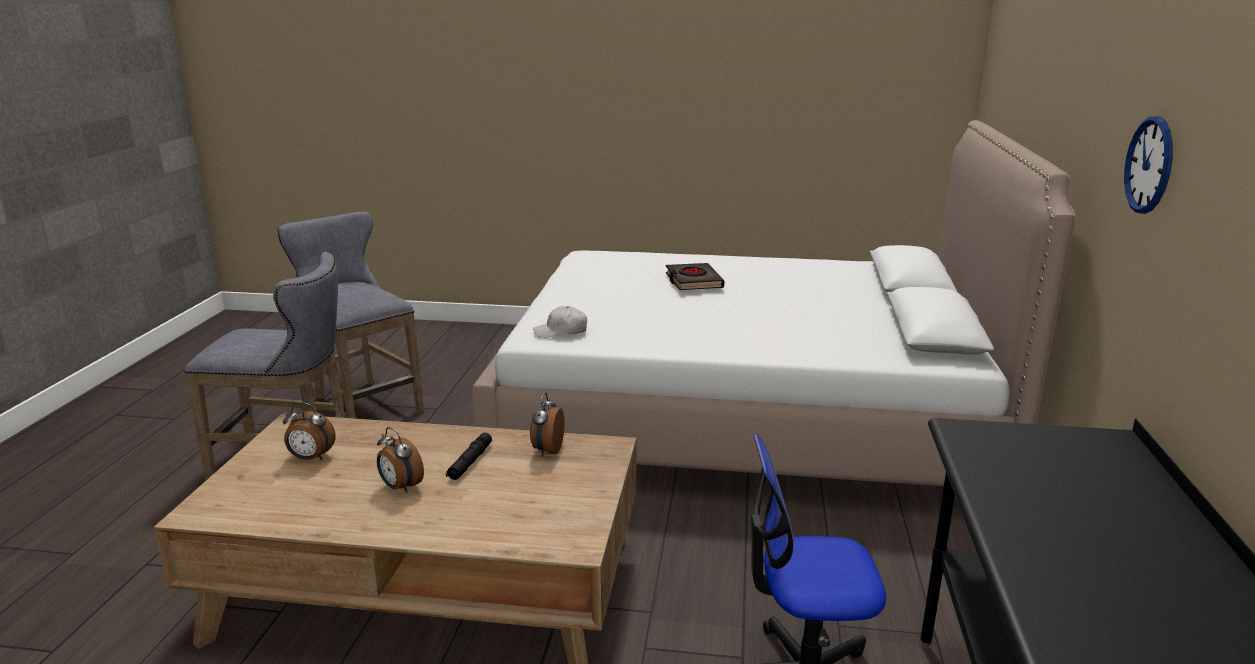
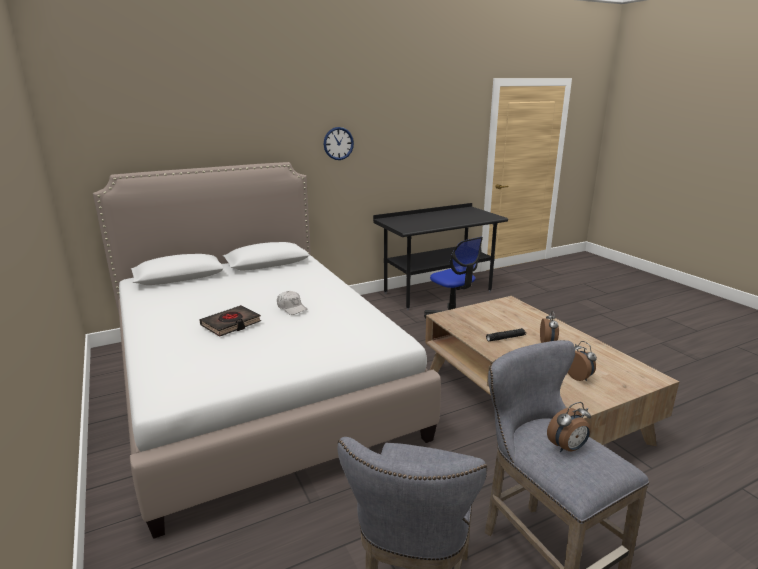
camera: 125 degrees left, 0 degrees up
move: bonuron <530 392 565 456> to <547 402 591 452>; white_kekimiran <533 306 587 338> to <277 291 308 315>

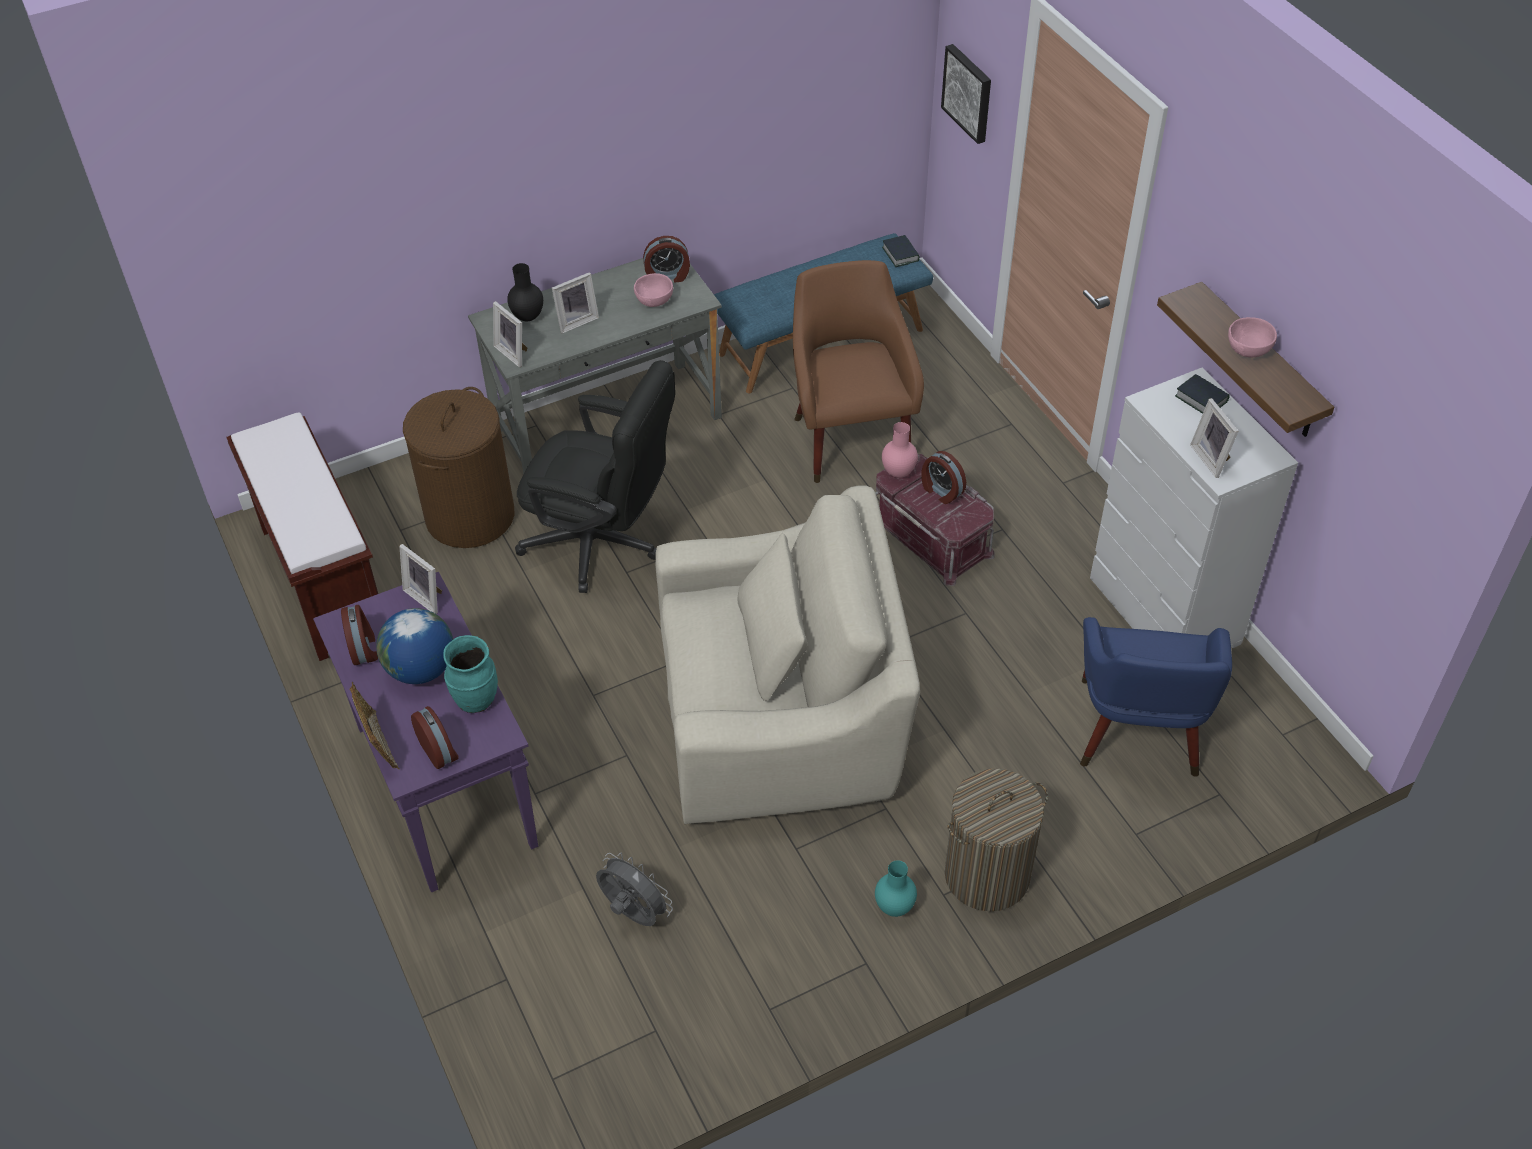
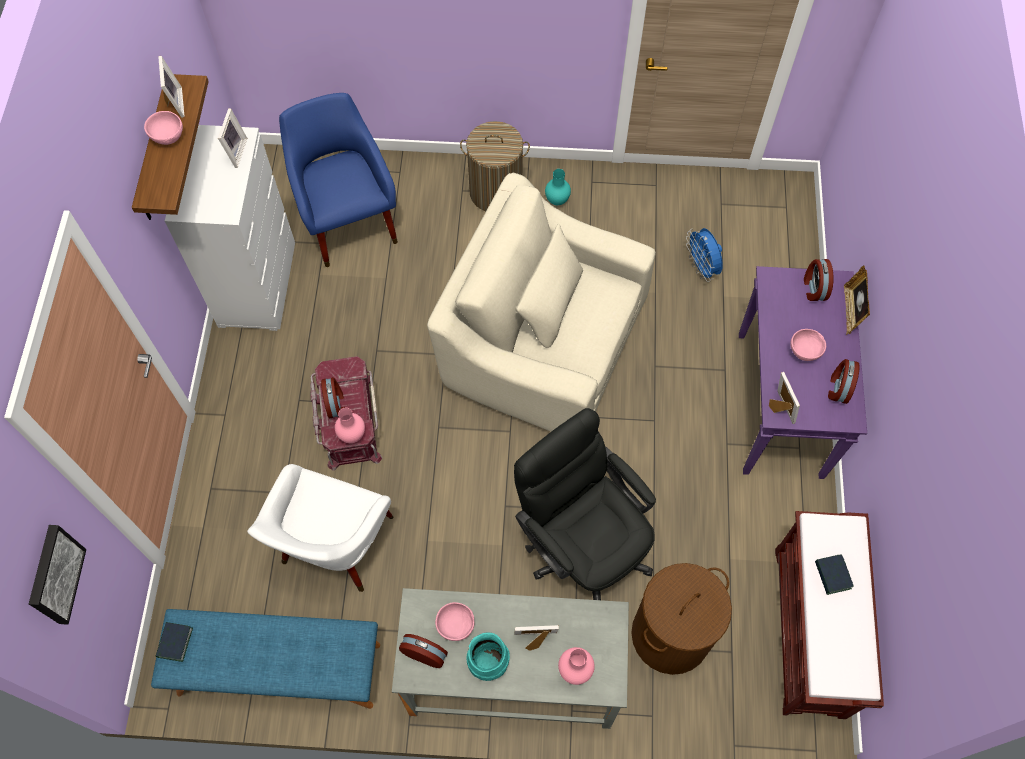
camera: 150 degrees left, 15 degrees up
move: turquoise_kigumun <443 635 498 713> to <467 633 510 681>; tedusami <493 301 527 367> to <158 56 184 118>; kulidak <1175 374 1230 414> to <815 554 854 595>
replace: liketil <376 608 453 684> to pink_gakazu <790 329 826 361>
recolor: black_kigumun <507 263 543 322> to pink_kigumun <558 647 595 685>; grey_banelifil <596 852 673 926> to blue_banelifil <686 228 723 282>; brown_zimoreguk <793 260 924 483> to white_zimoreguk <247 464 394 592>
rotate: blue_zimoreguk <1080 617 1232 777> = <279 93 398 267> 60 degrees counterclockwise

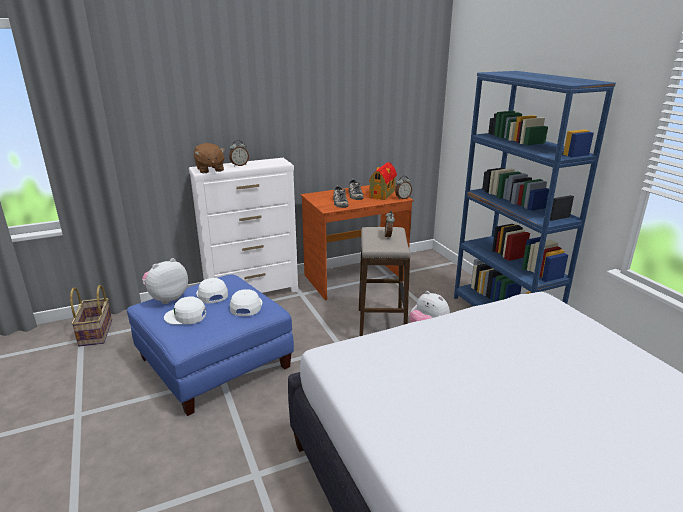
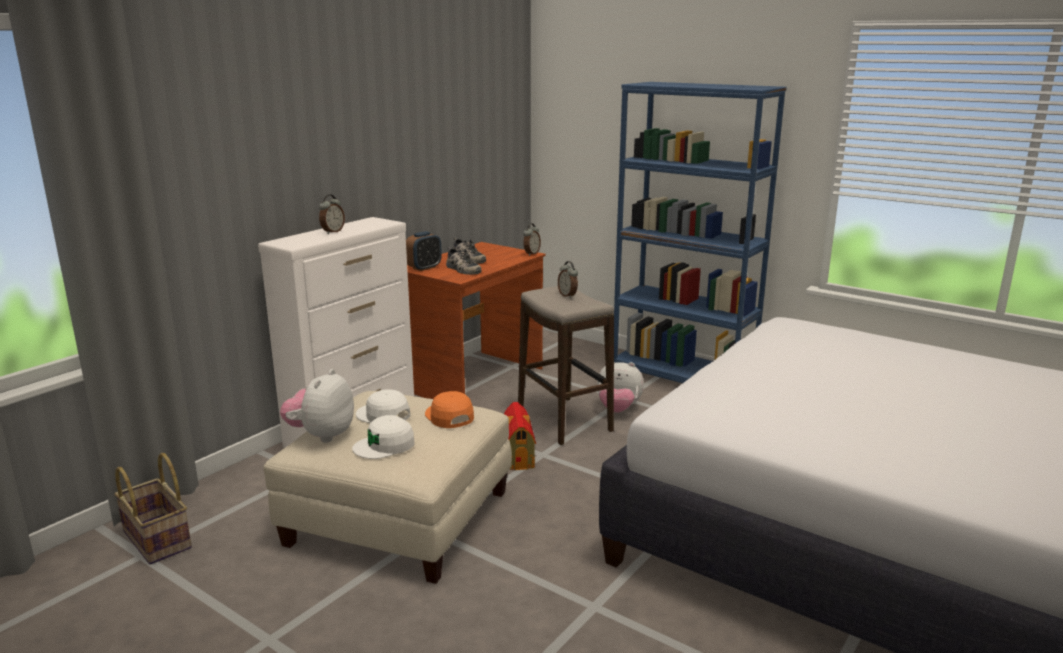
camera: 30 degrees left, 5 degrees down
delete: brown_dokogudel <194 143 225 173>
insert: bonuron <406 231 442 271>
move: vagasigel <369 162 397 200> to <504 402 536 470>
recolor: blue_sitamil <127 275 294 416> to beige_sitamil <263 391 512 584>; white_kekimiran <230 289 262 316> to orange_kekimiran <425 391 474 428>

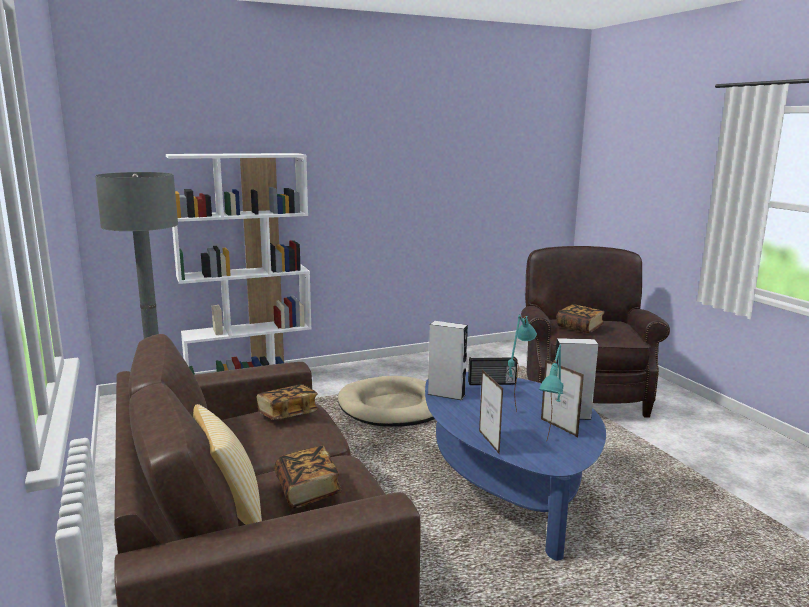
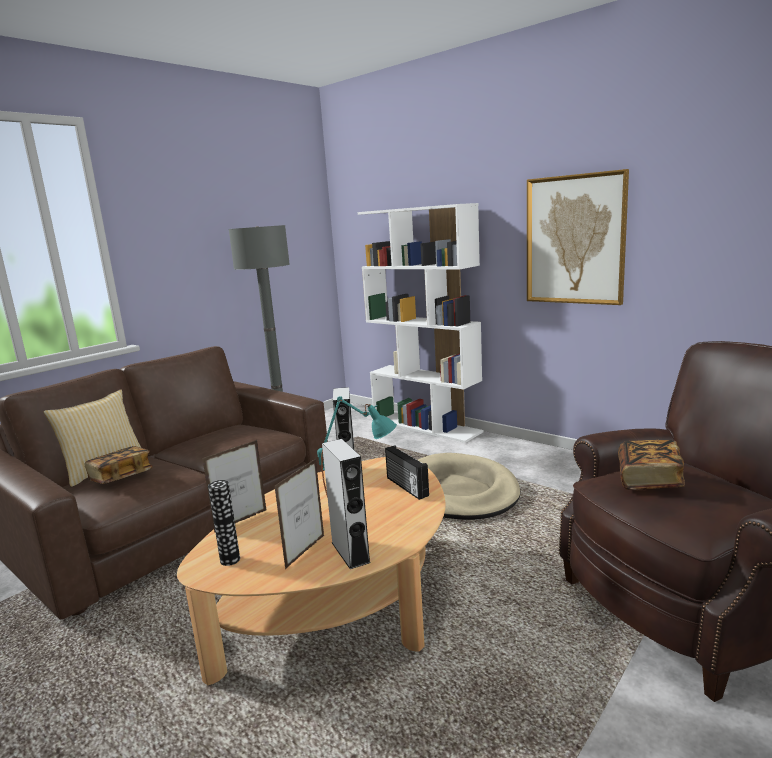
camera: 65 degrees right, 0 degrees up
delete: kulidak <257 384 318 420>
insert: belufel <527 169 629 305>
replace: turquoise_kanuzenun <538 345 564 439> to kigumun <208 480 240 566>
recolor: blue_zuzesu <425 372 606 561> to beige_zuzesu <177 457 446 685>

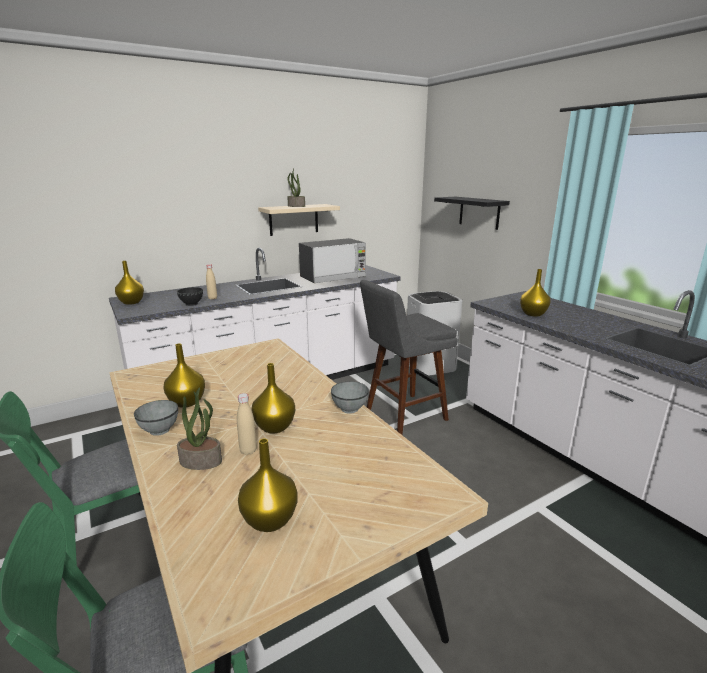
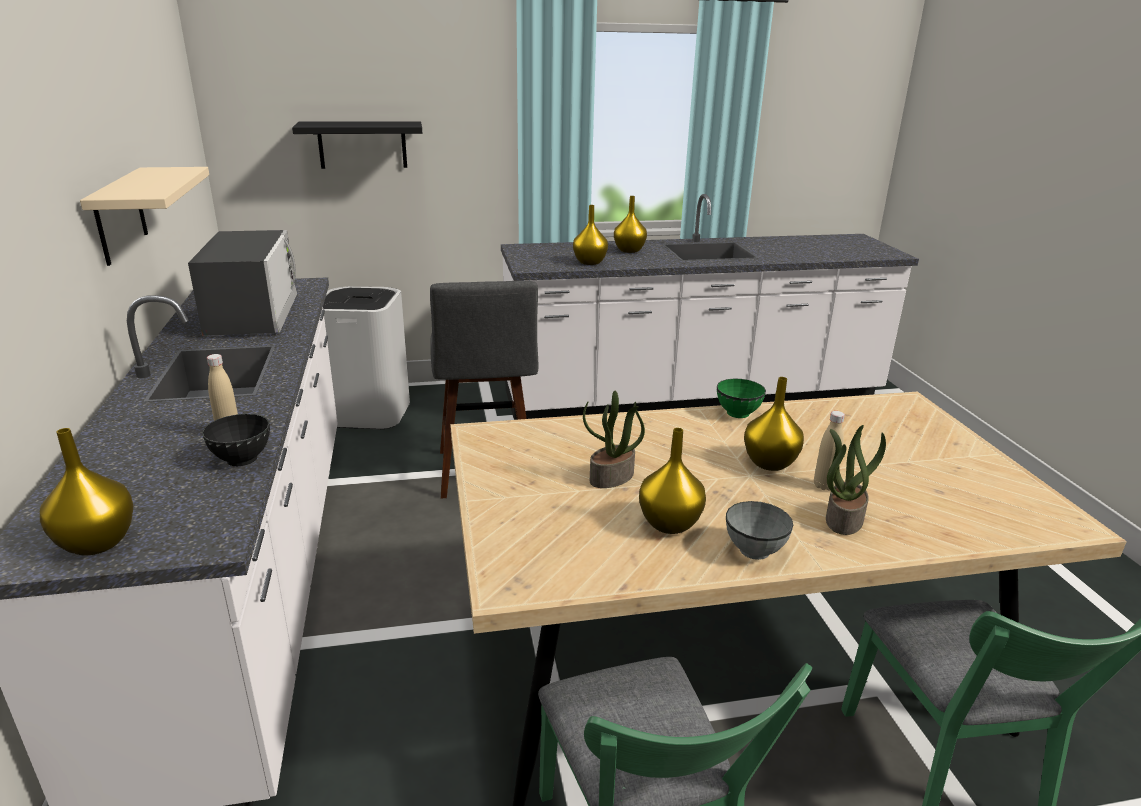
camera: 70 degrees left, 5 degrees up
move: yellow_kigumun <238 438 298 532> to <614 196 647 253>; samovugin <287 169 305 207> to <583 391 645 488>
recolor: grey_gakazu <331 382 369 414> to green_gakazu <717 379 766 418>

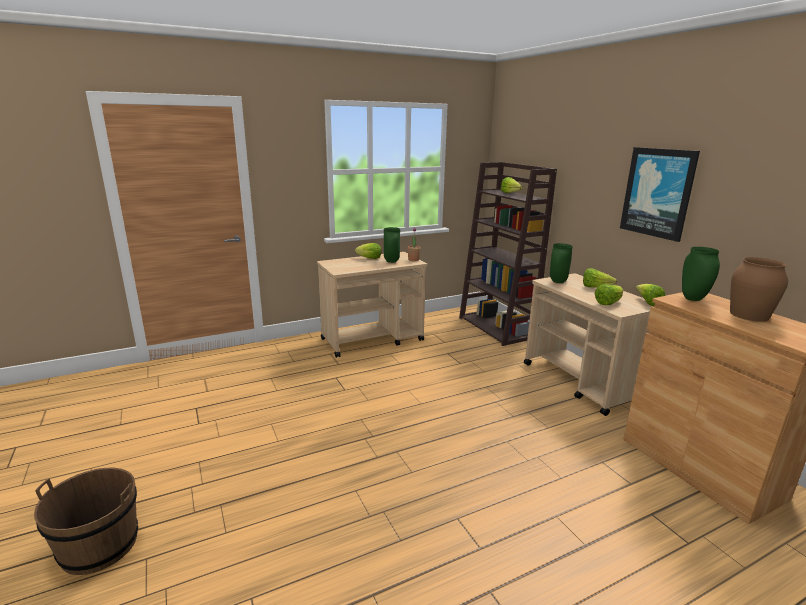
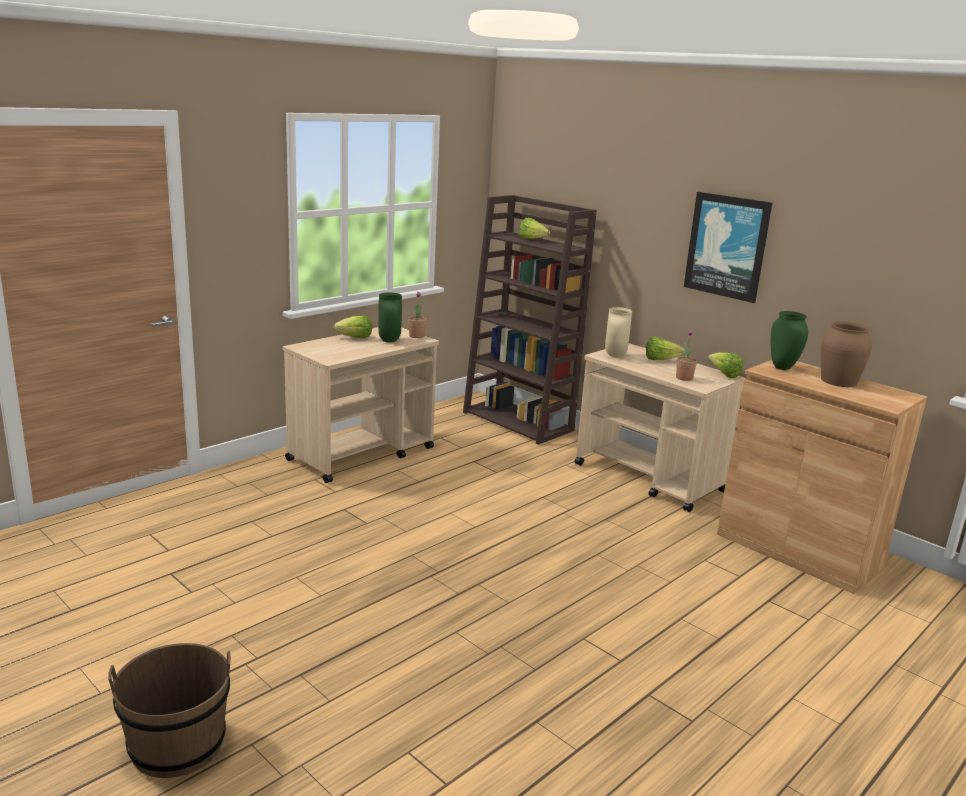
camera: 20 degrees left, 0 degrees up
replace: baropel <594 284 623 305> to samovugin <676 329 697 381>
recolor: green_kigumun <550 243 573 283> to beige_kigumun <605 307 632 357>

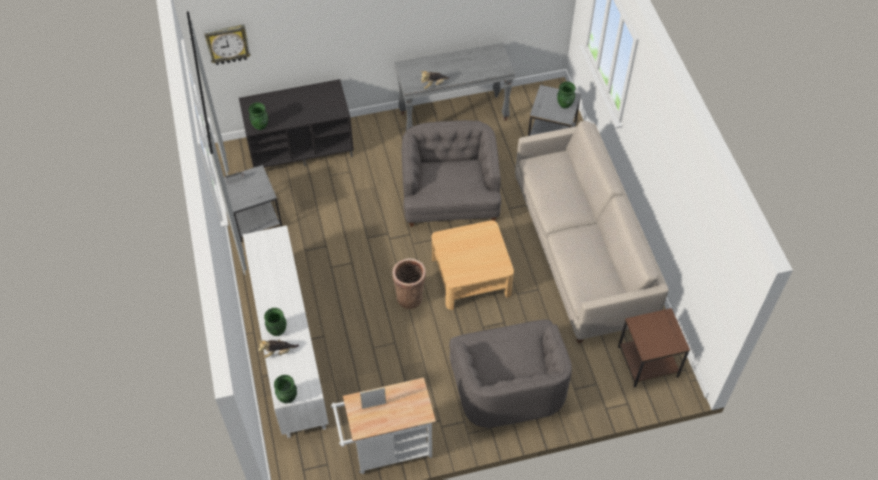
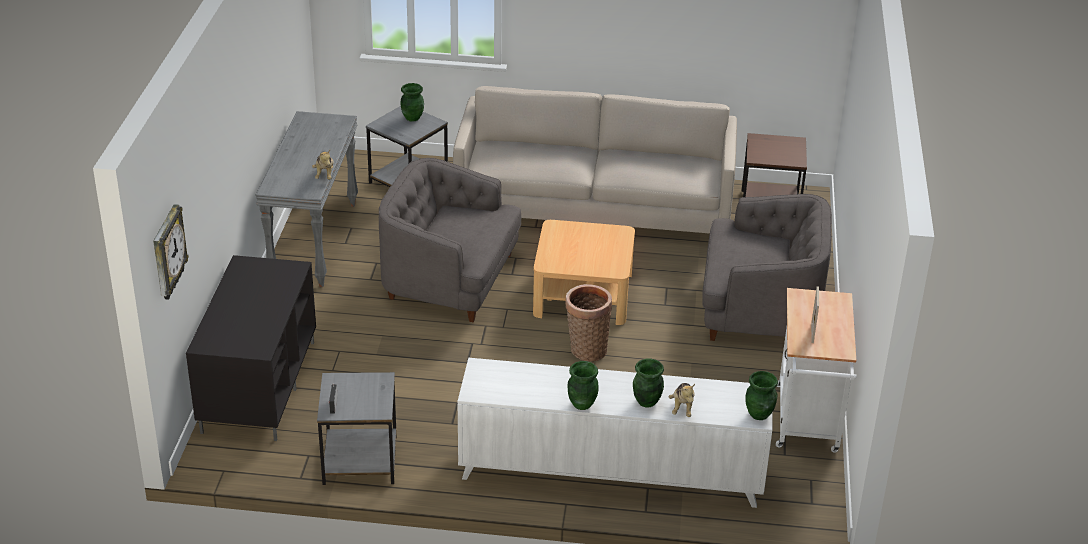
camera: 70 degrees left, 20 degrees down
move: green_kigumun <248 103 268 130> to <568 361 599 410>

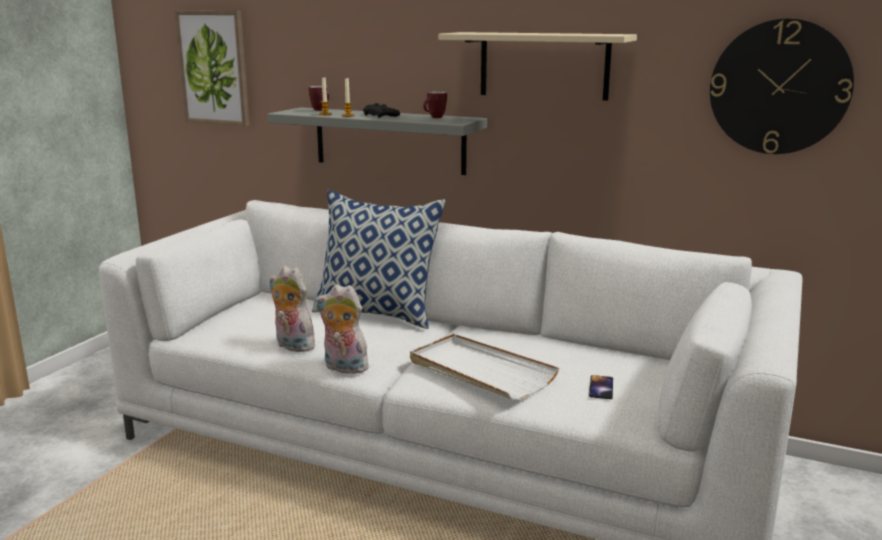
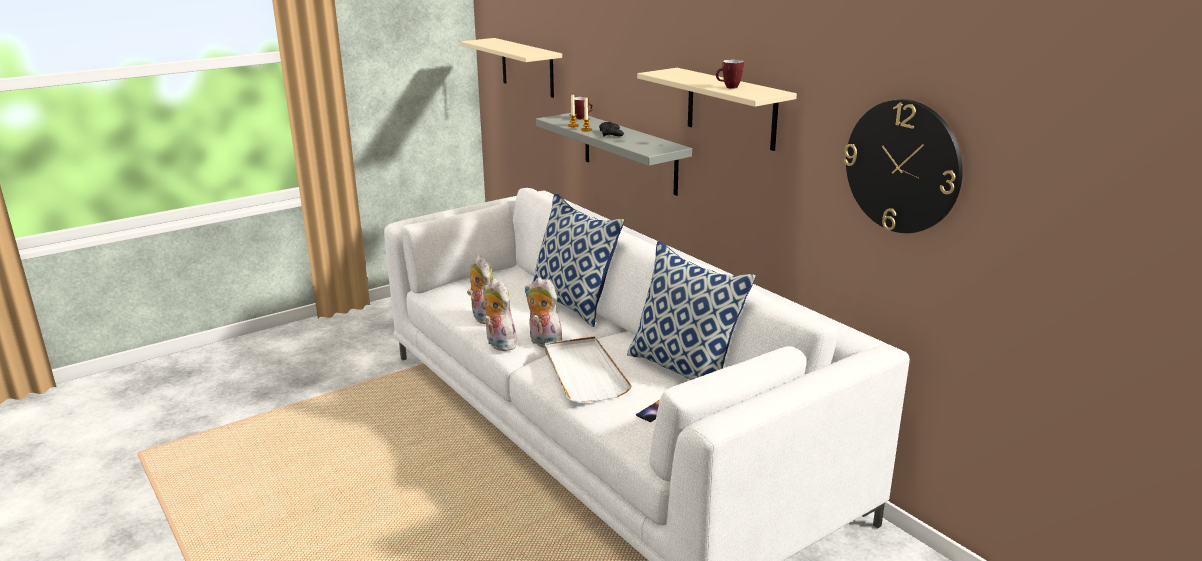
camera: 30 degrees right, 5 degrees up
insert: dokogudel <525 277 562 348>; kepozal <627 241 756 380>
move: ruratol <423 91 447 118> to <716 60 744 89>
replace: belufel <174 10 250 126> to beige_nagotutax <460 38 562 98>

